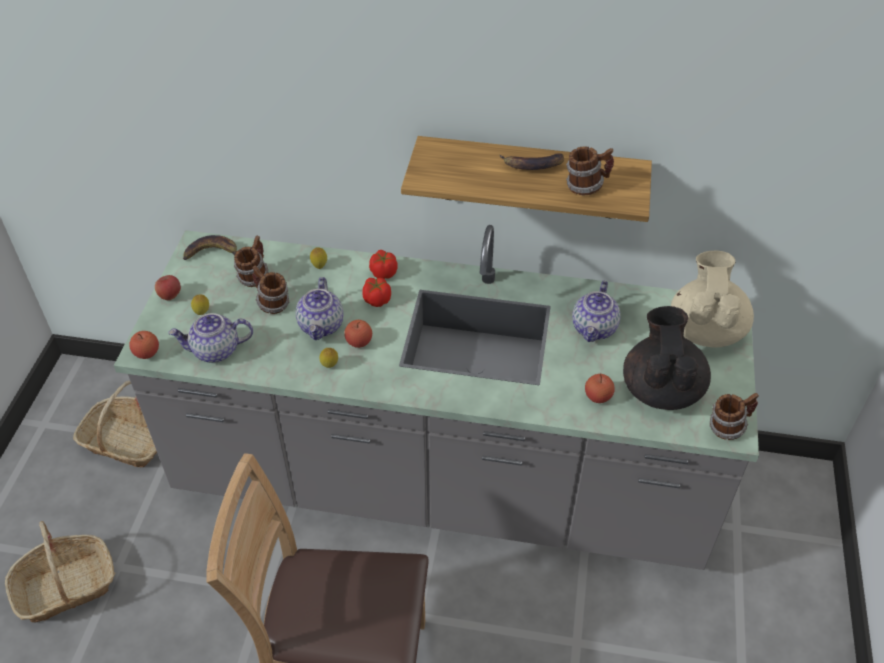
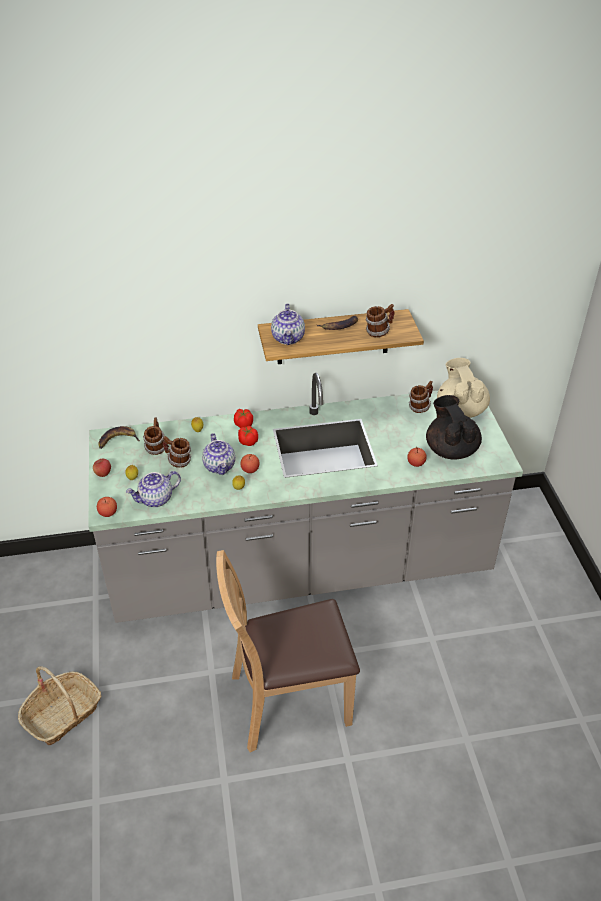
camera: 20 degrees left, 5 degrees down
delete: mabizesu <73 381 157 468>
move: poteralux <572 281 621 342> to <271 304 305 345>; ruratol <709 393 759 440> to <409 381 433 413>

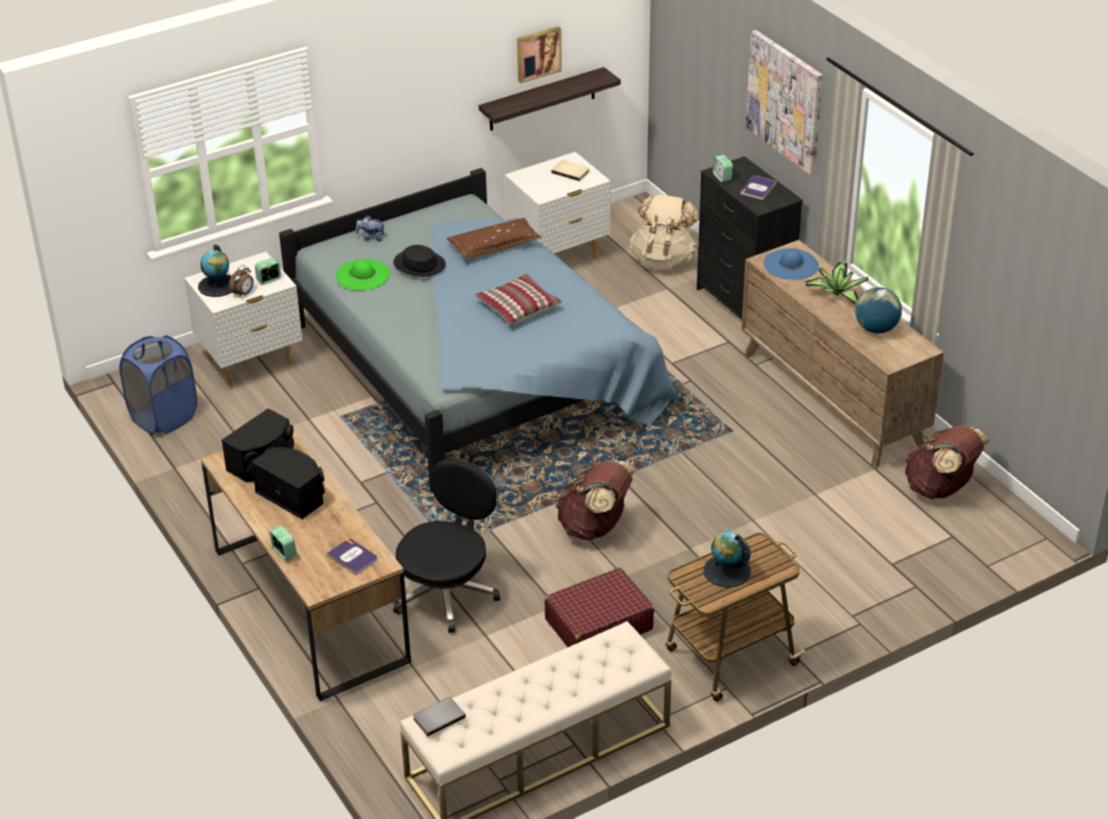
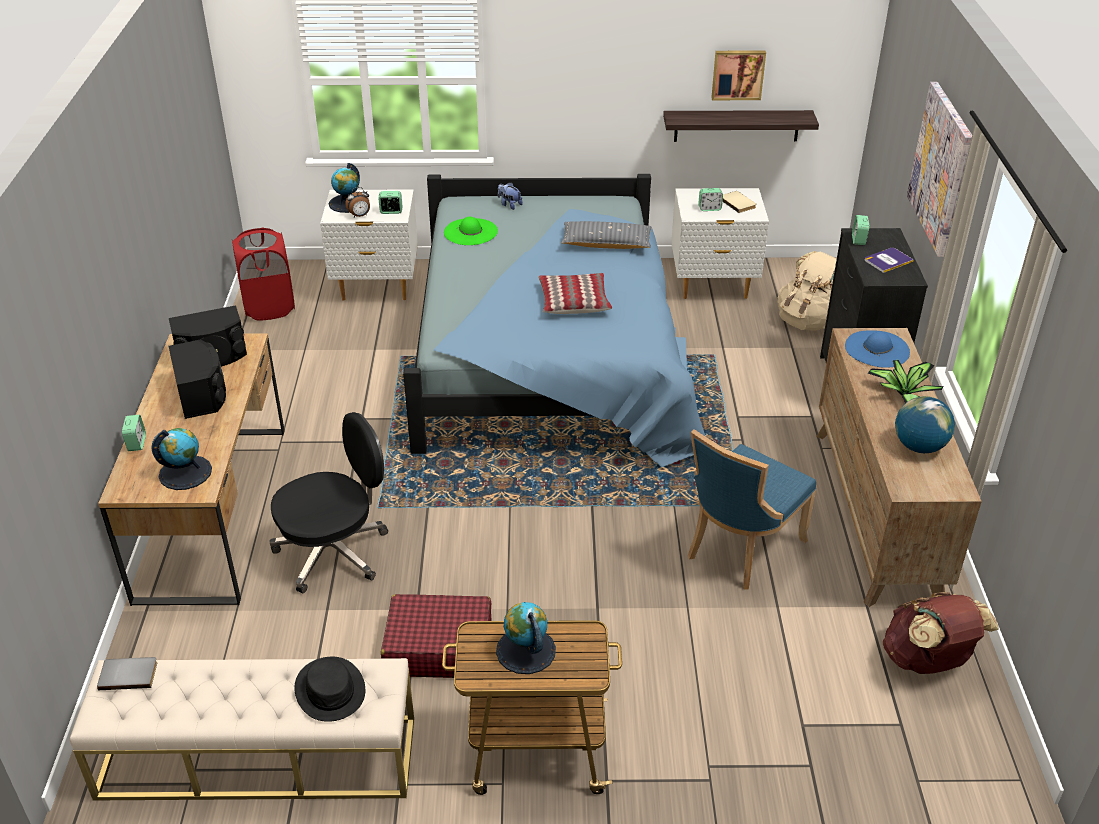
camera: 30 degrees right, 0 degrees up
delete: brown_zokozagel <556 460 636 541>
insert: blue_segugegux <688 429 816 590>; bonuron <698 188 723 211>
move: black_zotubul <393 245 446 277> to <294 657 365 722>
replace: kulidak <326 539 378 575> to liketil <151 428 212 490>
recolor: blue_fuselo <119 335 197 434> to red_fuselo <232 228 295 321>; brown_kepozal <446 218 542 259> to grey_kepozal <561 221 651 249>

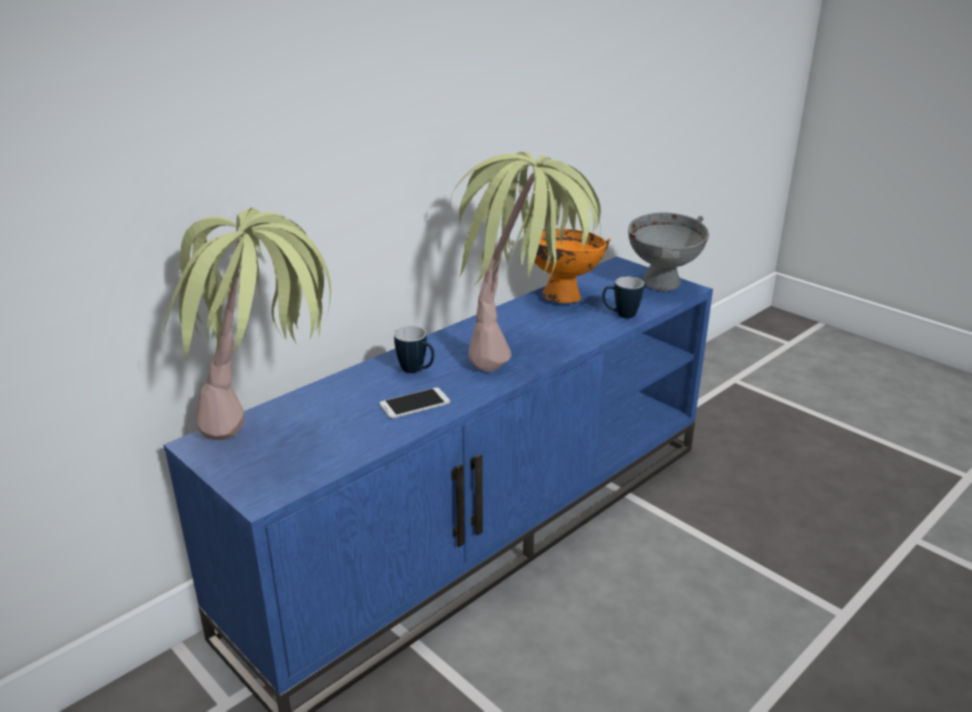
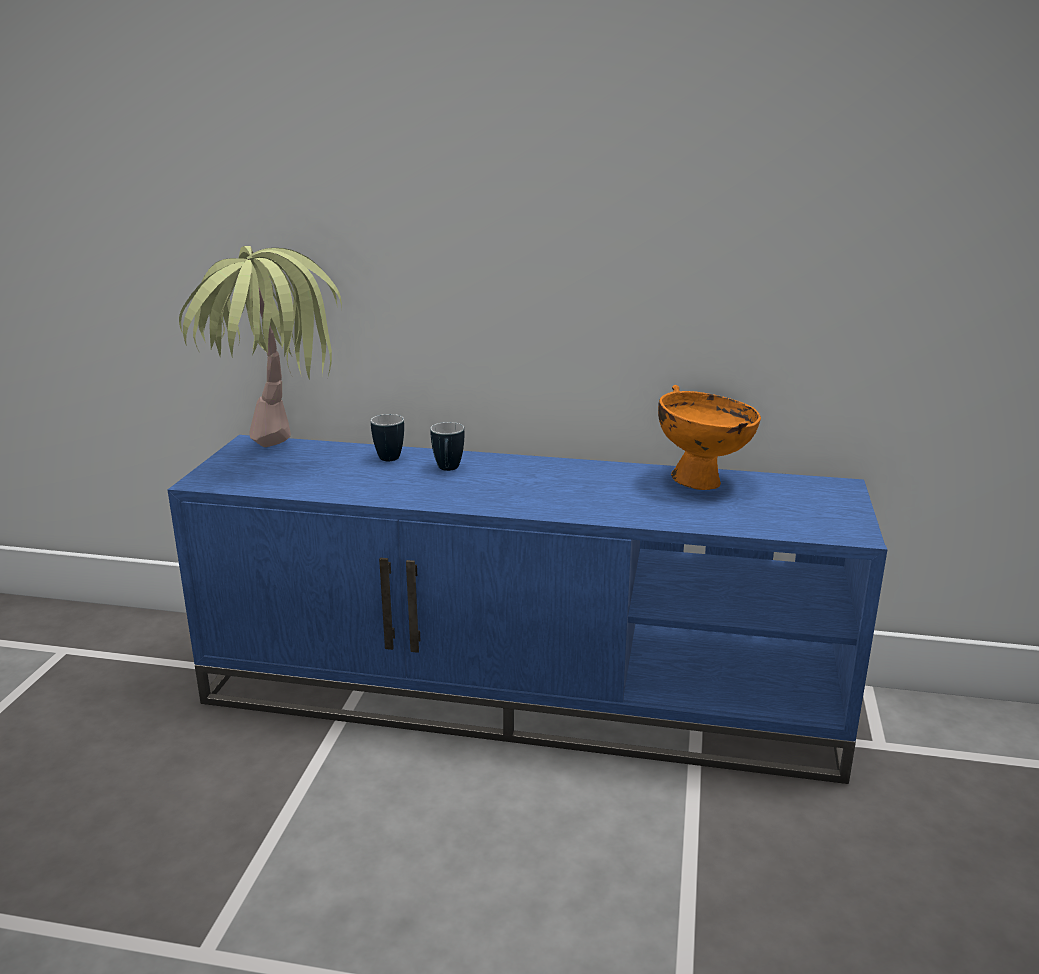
camera: 55 degrees right, 5 degrees down
delete: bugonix <380 387 450 419>; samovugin <450 152 601 372>; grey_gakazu <628 212 709 291>
move: ruratol <602 277 644 318> to <371 414 404 461>

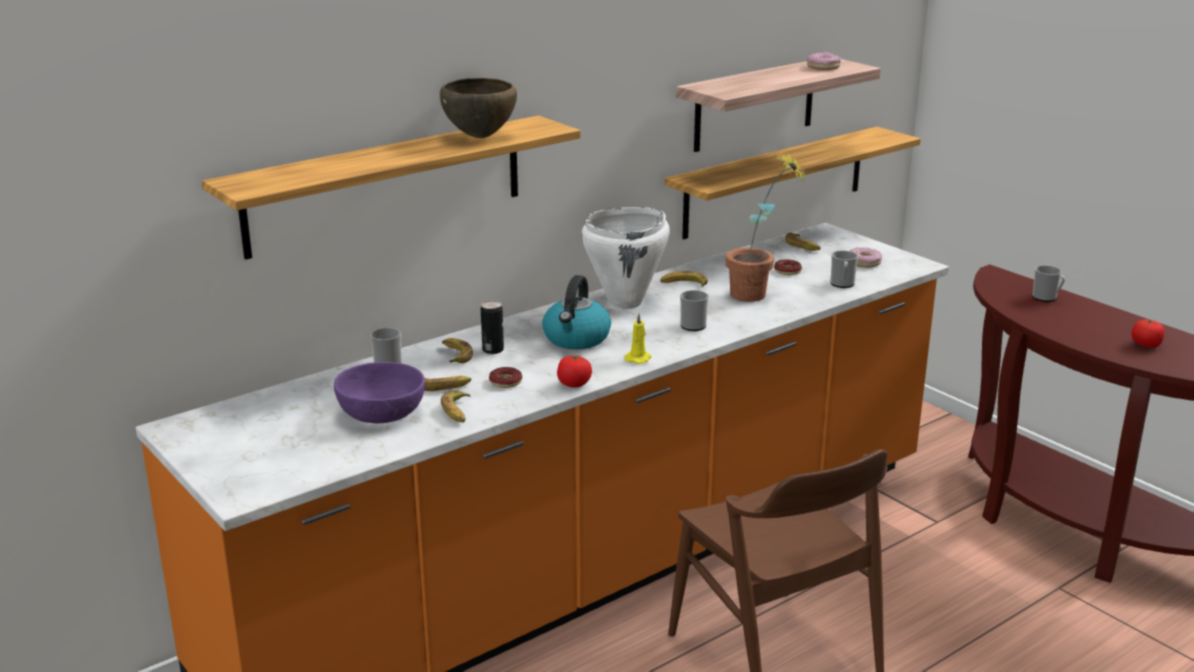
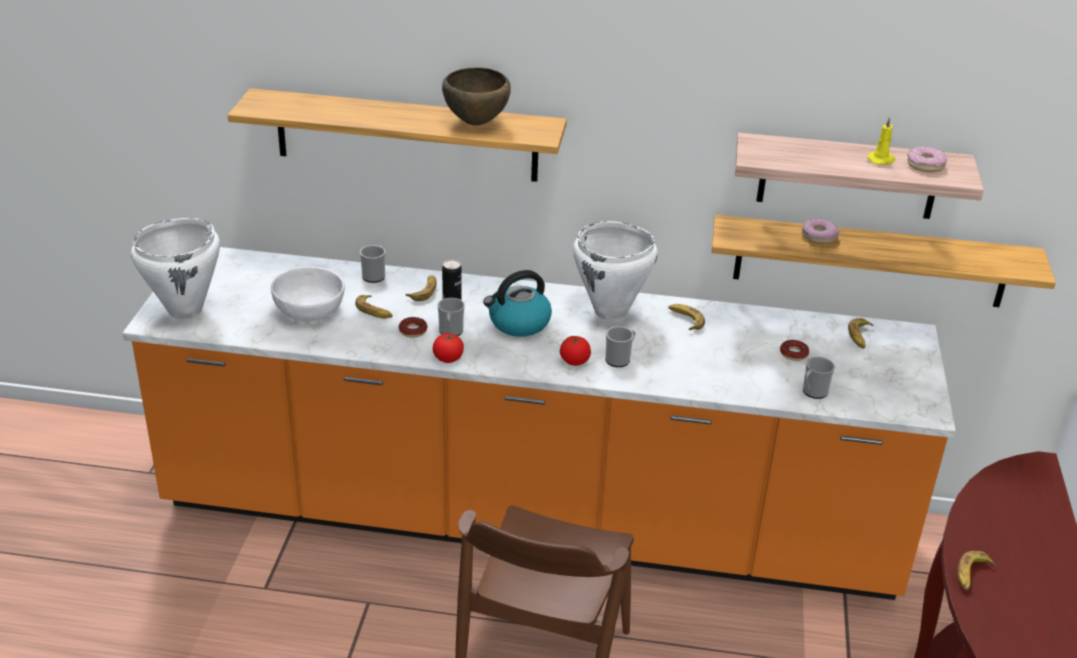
camera: 45 degrees right, 10 degrees up
delete: samovugin <725 151 808 302>
insert: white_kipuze <131 218 220 320>
move: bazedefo <441 390 471 422> to <958 551 995 591>; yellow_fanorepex <624 314 651 364> to <867 117 895 165>; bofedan <850 247 882 268> to <802 218 839 244>; ruratol <1032 265 1065 302> to <438 298 465 336>; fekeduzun <1131 319 1165 348> to <560 336 591 366>
recolor: purple_gakazu <334 362 425 423> to white_gakazu <271 267 345 321>

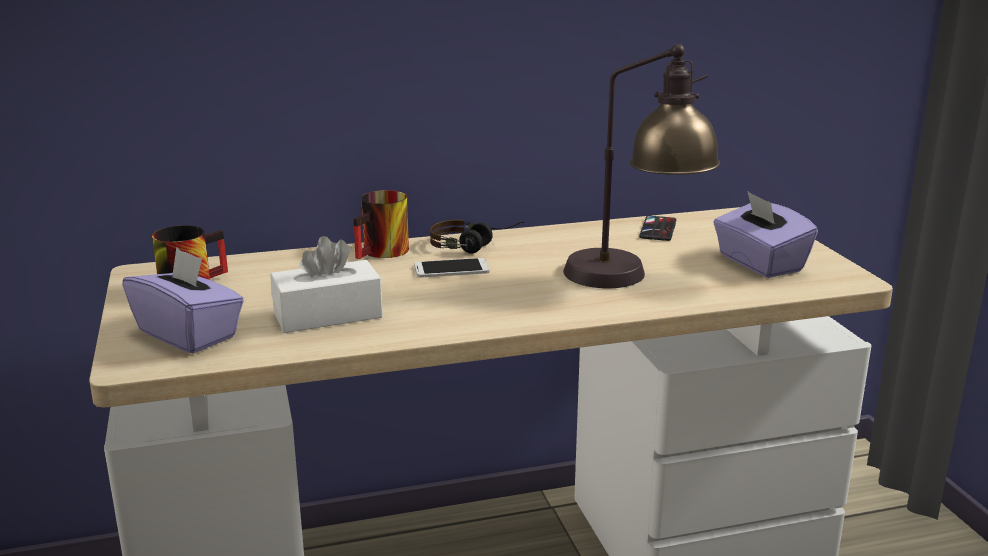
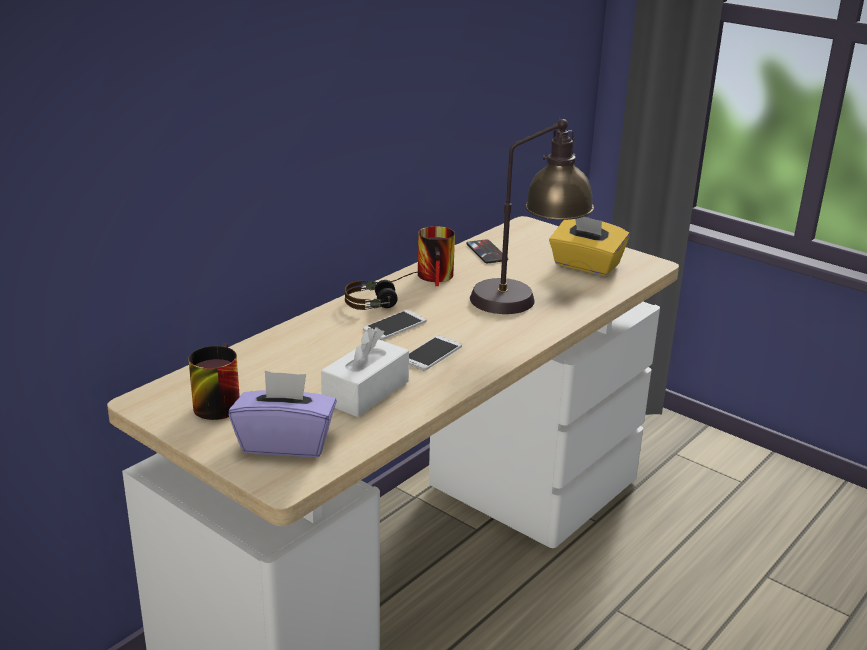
camera: 35 degrees left, 5 degrees up
insert: bugonix <409 336 462 370>
move: ruratol <354 190 409 259> to <418 226 455 286>
recolor: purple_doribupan <713 191 818 278> to yellow_doribupan <549 217 630 276>

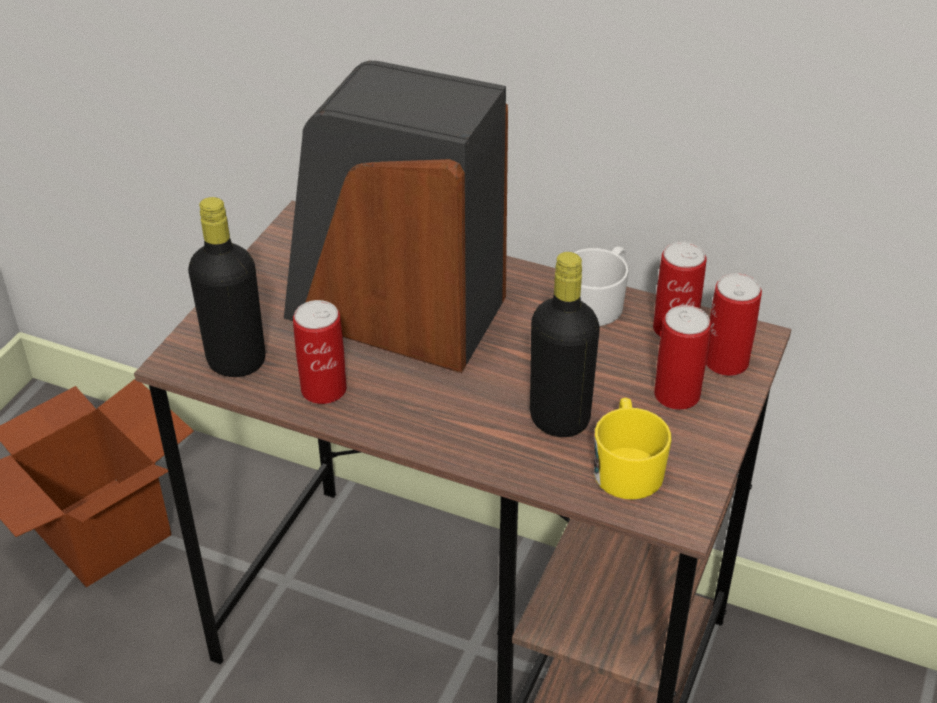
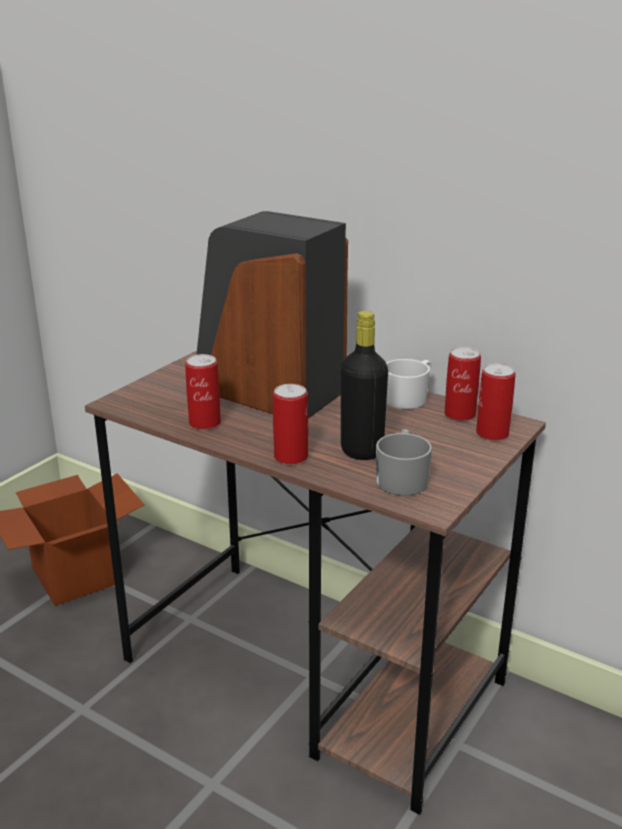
camera: 10 degrees right, 15 degrees down
delete: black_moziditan <188 197 265 377>
move: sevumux <654 305 711 410> to <273 384 308 465>
recolor: yellow_ruratol <594 398 672 500> to grey_ruratol <376 429 432 496>

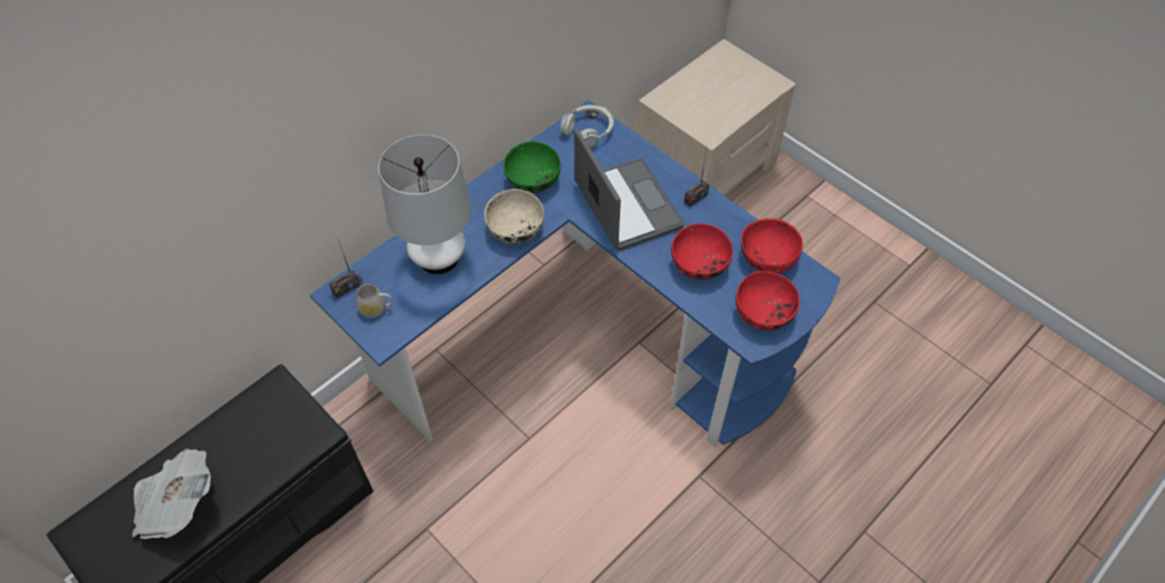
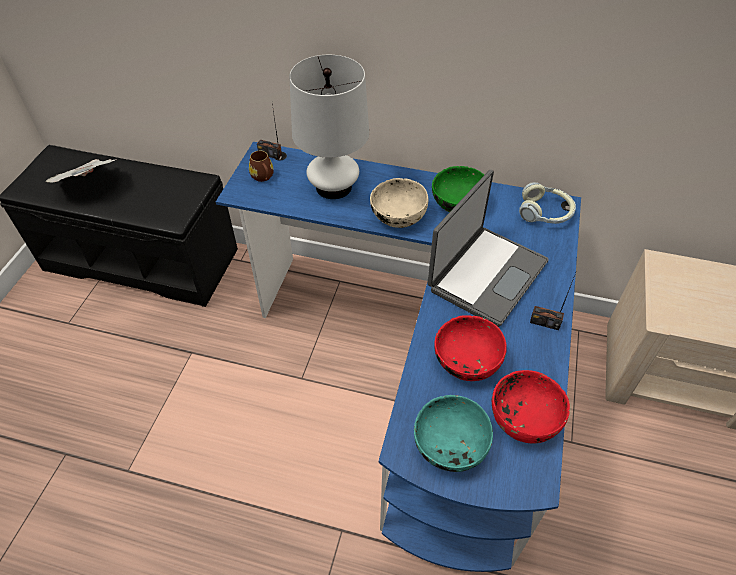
camera: 60 degrees right, 5 degrees down
recolor: white_ruratol <357 284 393 318> to brown_ruratol <249 151 274 182>; red_gakazu <735 271 800 331> to turquoise_gakazu <414 395 493 472>

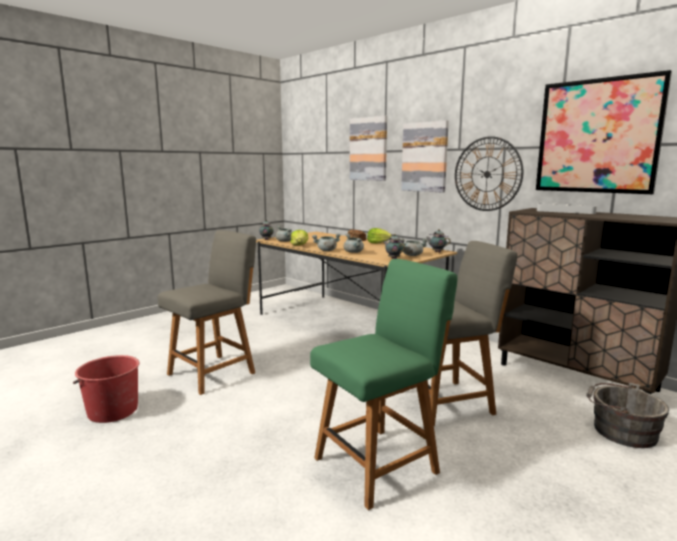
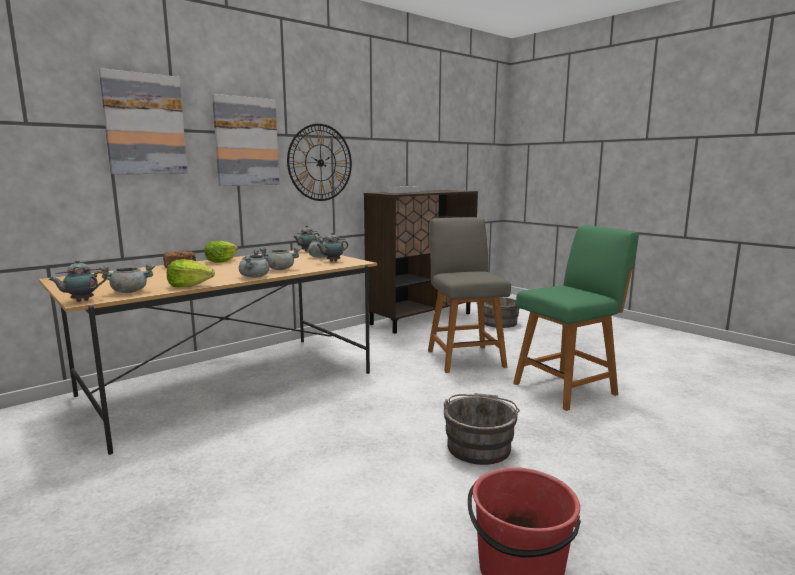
camera: 85 degrees left, 0 degrees up
delete: grey_segugegux <158 230 256 395>; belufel <536 70 672 194>
insert: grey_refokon <443 393 520 465>
rotate: green_segugegux <310 259 458 510> = <513 225 639 411> 90 degrees clockwise

